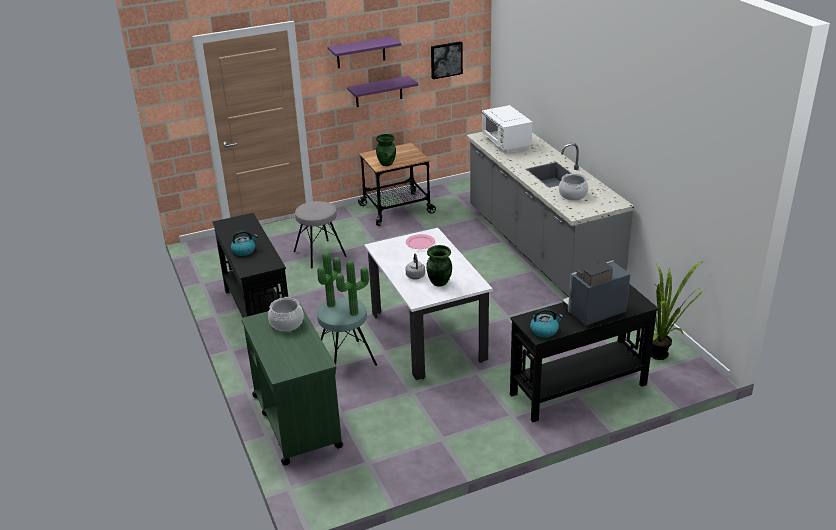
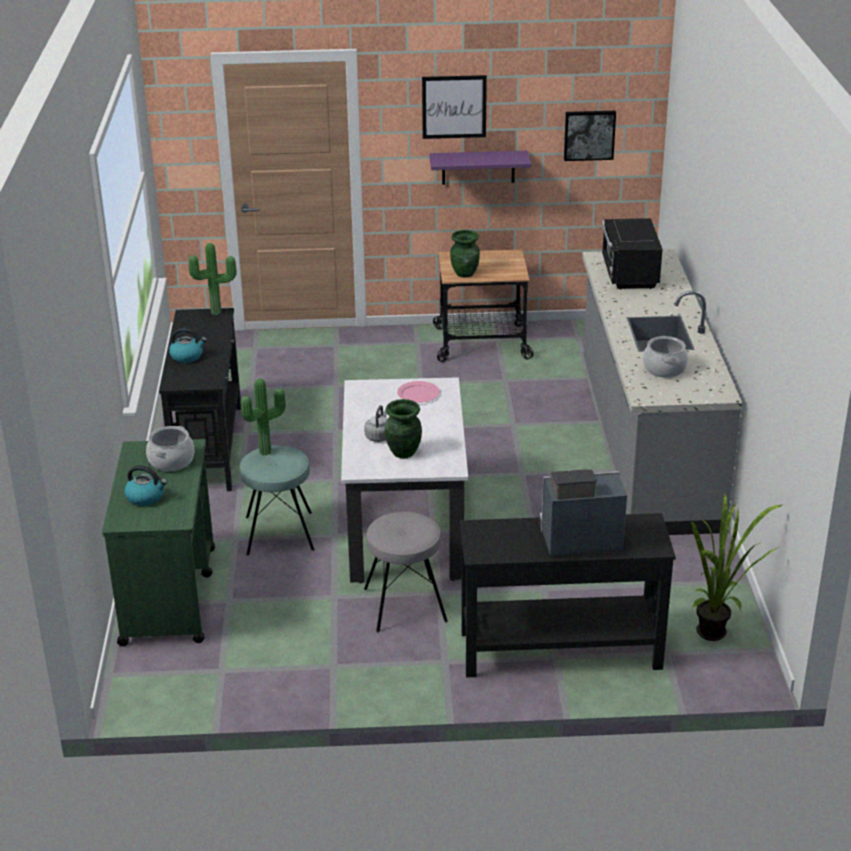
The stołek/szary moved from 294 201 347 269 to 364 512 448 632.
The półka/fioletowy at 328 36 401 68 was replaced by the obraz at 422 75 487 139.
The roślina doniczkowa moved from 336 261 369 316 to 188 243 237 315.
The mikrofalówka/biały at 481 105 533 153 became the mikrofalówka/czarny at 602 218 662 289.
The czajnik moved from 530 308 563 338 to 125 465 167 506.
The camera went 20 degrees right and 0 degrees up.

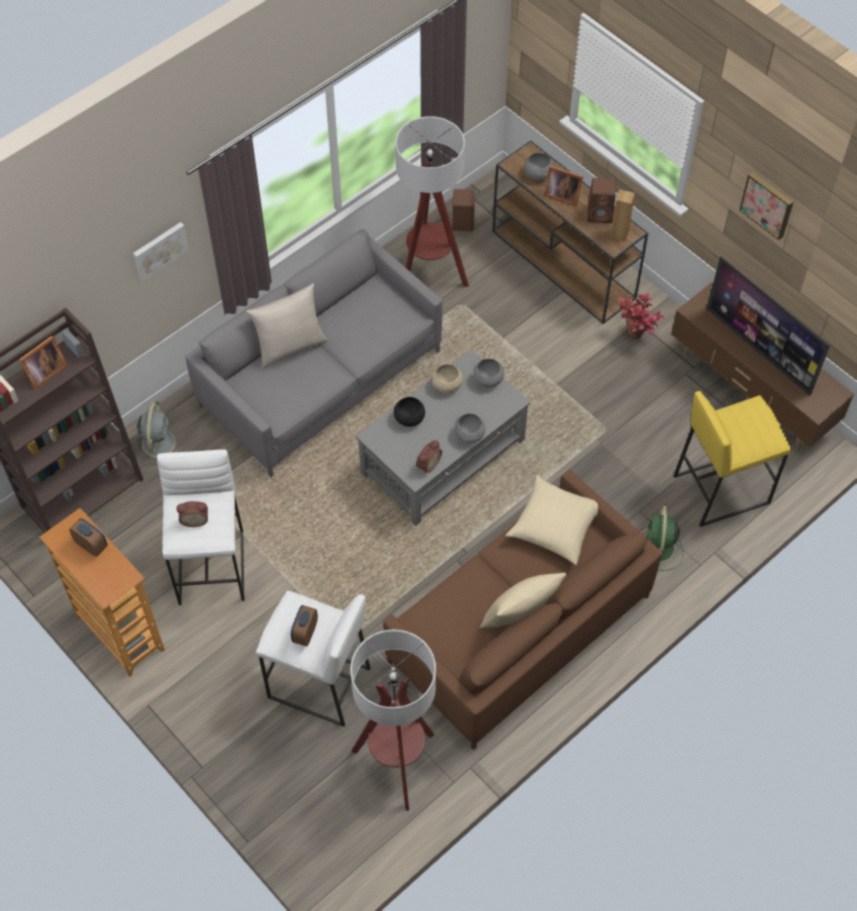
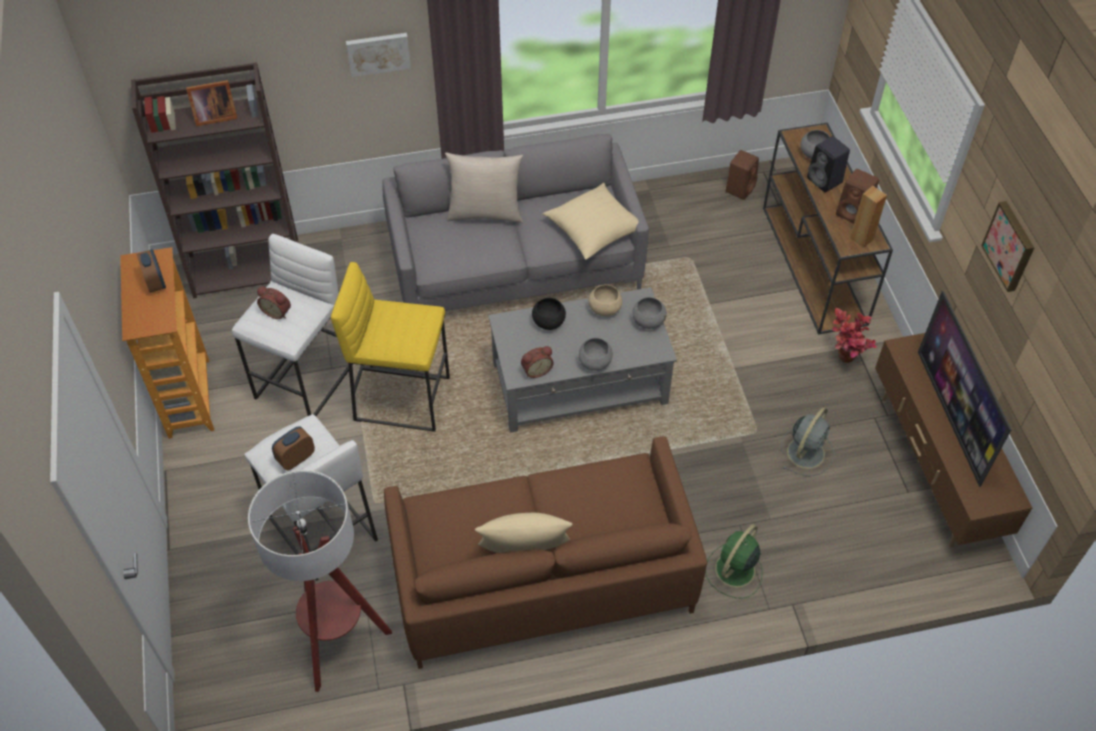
The wentylator/szary moved from 135 401 183 465 to 781 407 834 476.
The lampa stojąca at 395 116 469 287 disappeared.
The poduszka/beżowy moved from 506 475 598 565 to 542 183 638 260.
The ramka na zdjęcie at 544 165 583 206 was replaced by the głośnik/czarny at 807 136 850 192.
The stołek/żółty moved from 674 391 791 527 to 331 262 450 432.
The camera went 30 degrees right and 5 degrees down.

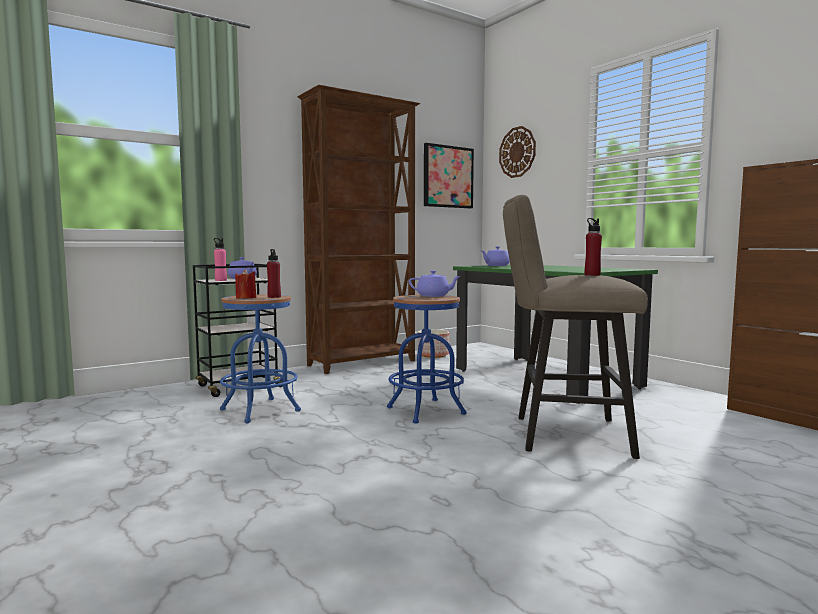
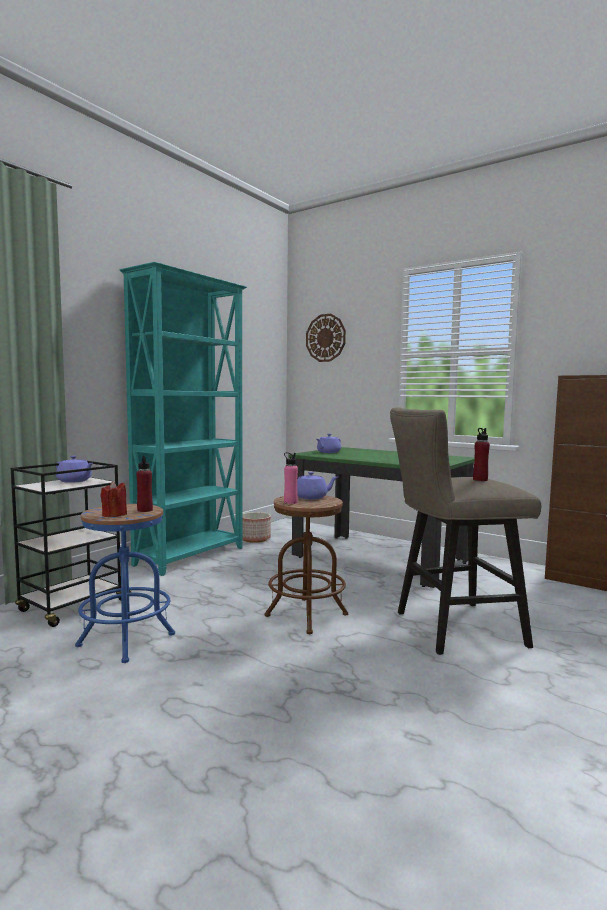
The butelka/różowy moved from 214 238 227 281 to 284 452 298 504.
The regał/brązowy at 297 85 420 374 became the regał/turkusowy at 120 262 247 576.
The stołek/niebieski at 387 295 467 424 became the stołek/brązowy at 264 496 348 634.
The obraz at 424 143 474 208 disappeared.
The camera went 20 degrees left and 0 degrees up.

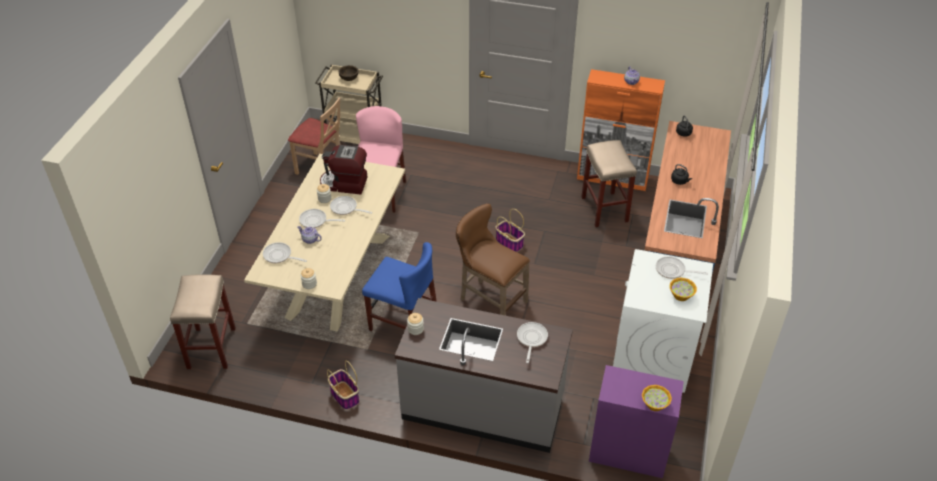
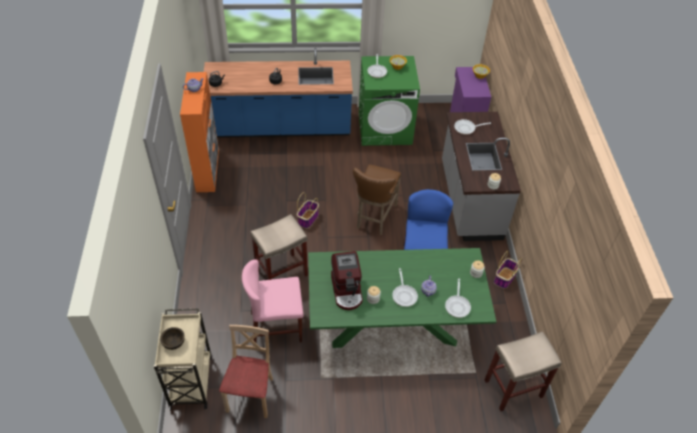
The stół jadalny/beżowy at 244 154 405 331 became the stół jadalny/zielony at 308 248 496 348.
The patelnia at 330 196 372 215 disappeared.
The stołek/beżowy moved from 581 140 637 227 to 250 214 308 280.
The pralka/biały at 613 249 713 393 became the pralka/zielony at 359 56 420 146.
The camera went 110 degrees left and 5 degrees up.

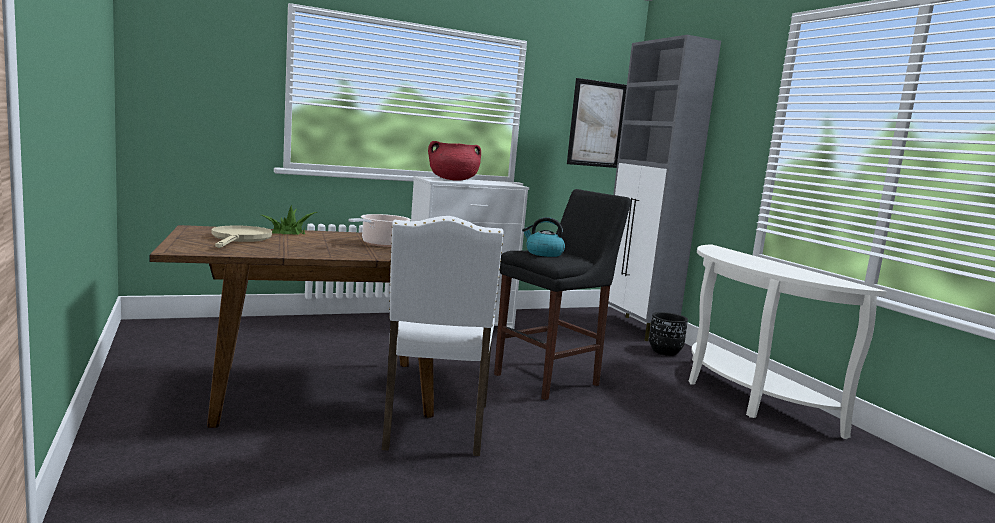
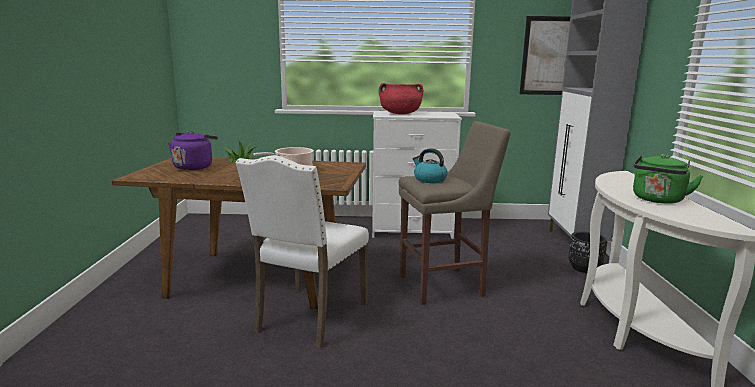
The patelnia/beżowy at 212 226 272 248 was replaced by the czajnik/fioletowy at 168 131 218 170.
The stołek/czarny at 494 189 631 400 became the stołek/beżowy at 399 121 511 305.
The czajnik/zielony at 633 154 703 204 appeared.
The camera went 25 degrees right and 5 degrees up.

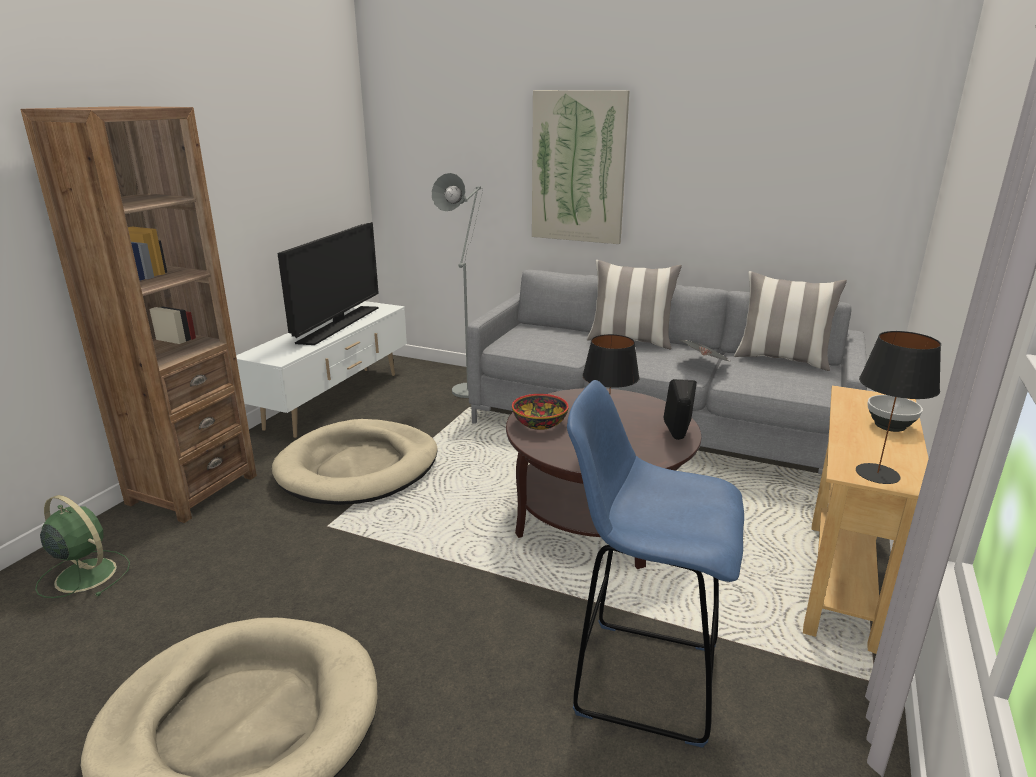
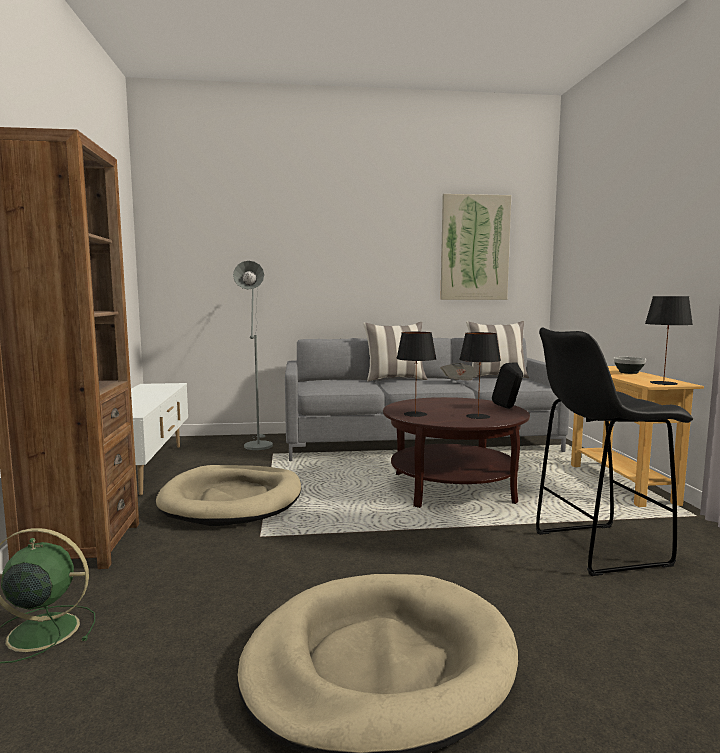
The telewizor at 277 222 379 345 disappeared.
The miska at 512 394 569 430 was replaced by the lampa stołowa/czarny at 396 332 436 417.
The obraz moved from 532 90 630 244 to 440 194 511 300.
The stołek/niebieski at 567 380 744 748 became the stołek/czarny at 535 328 693 576.
The camera went 30 degrees left and 15 degrees down.

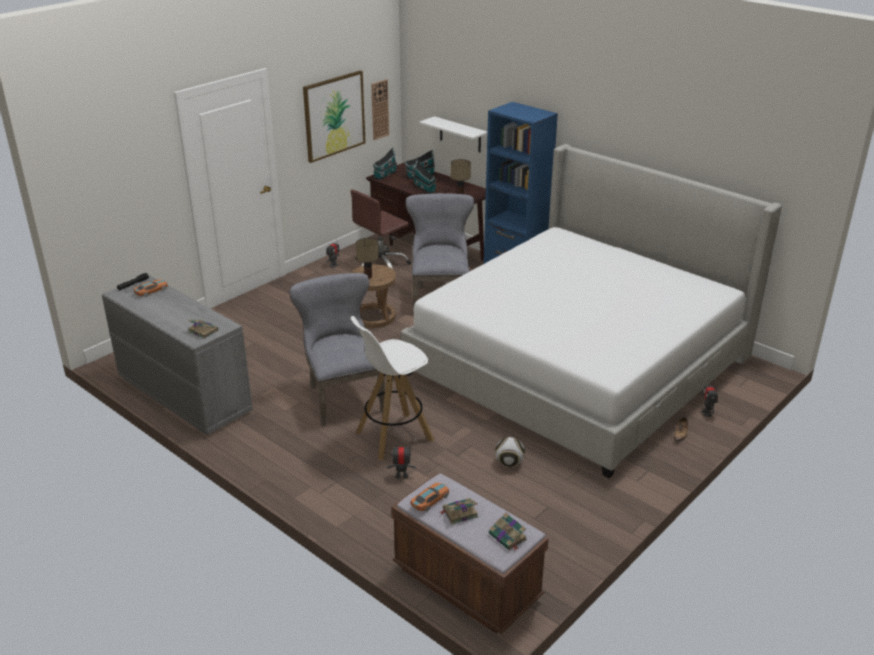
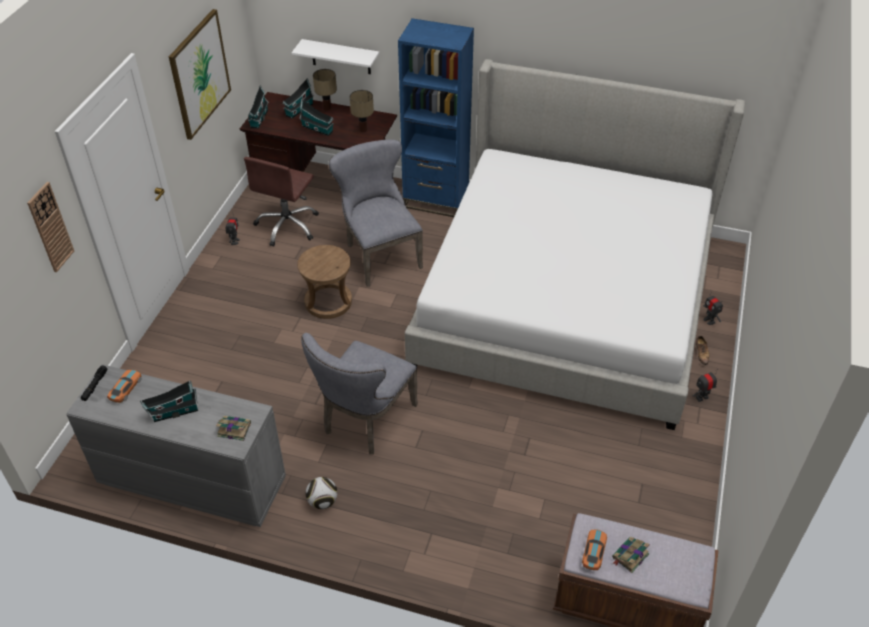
The krzesło/szary at 289 273 385 426 turned 105 degrees counterclockwise.
The stołek/biały at 351 316 434 460 disappeared.
The lampa stołowa moved from 356 238 379 278 to 313 69 337 111.
The zegar ścienny moved from 371 79 389 140 to 27 182 74 272.
The robot zabawkowy moved from 387 443 416 478 to 693 372 717 402.
The książka at 489 513 527 550 disappeared.
The piłka futbolowa moved from 495 437 525 467 to 305 477 338 509.
The domek at 140 380 198 422 appeared.
The camera went 25 degrees left and 15 degrees up.

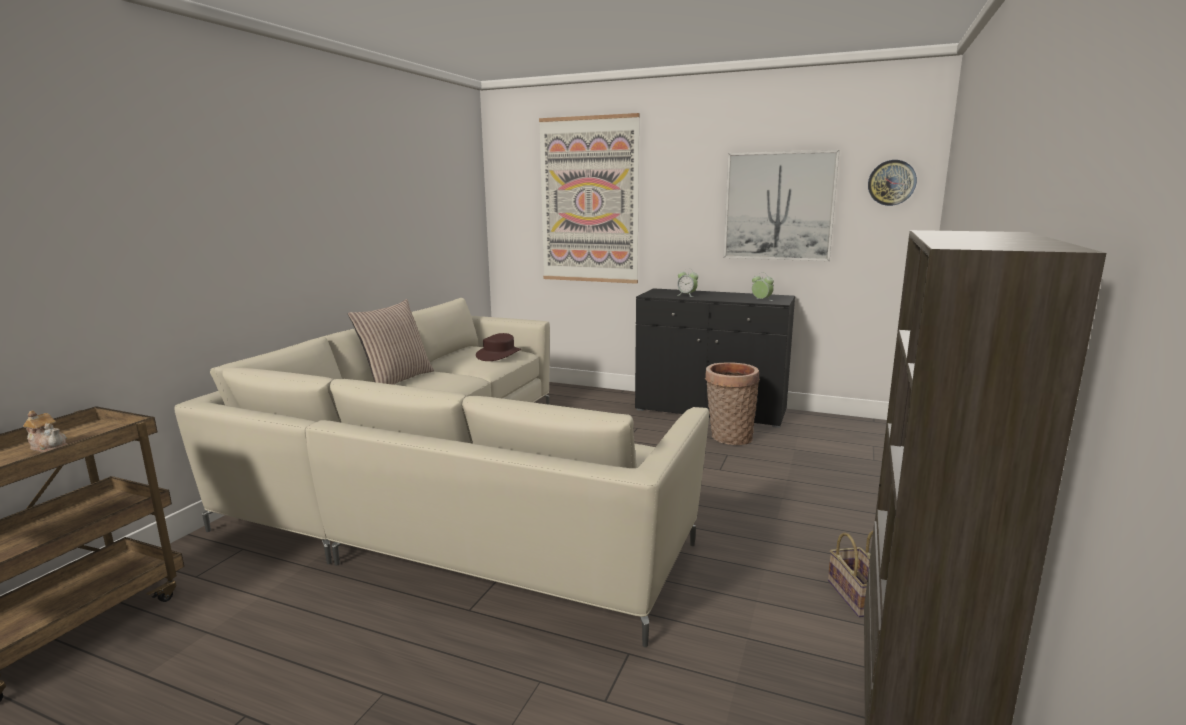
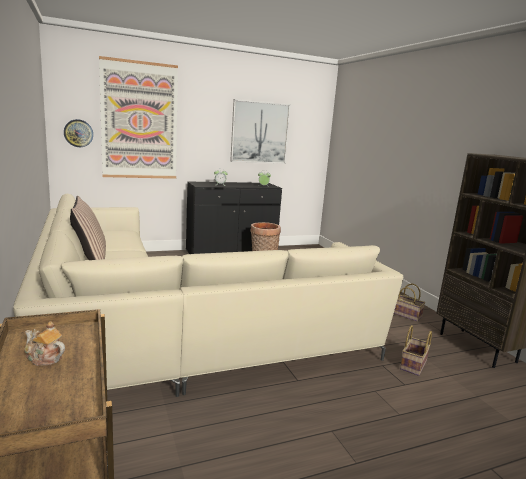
The imbryk at 23 410 67 452 turned 135 degrees counterclockwise.
The kapelusz/brązowy at 476 333 521 361 disappeared.
The zegar ścienny moved from 868 160 917 206 to 64 119 93 147.
The koszyk at 400 325 432 376 appeared.
The camera went 45 degrees left and 0 degrees up.

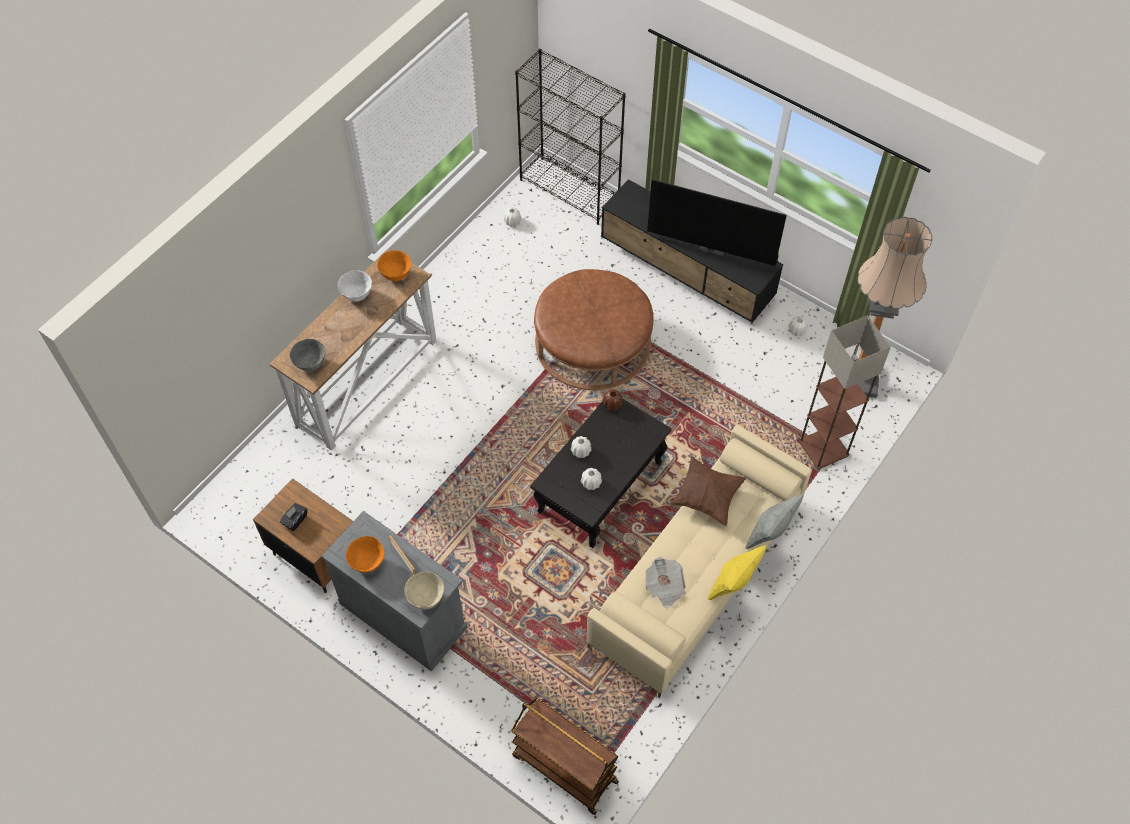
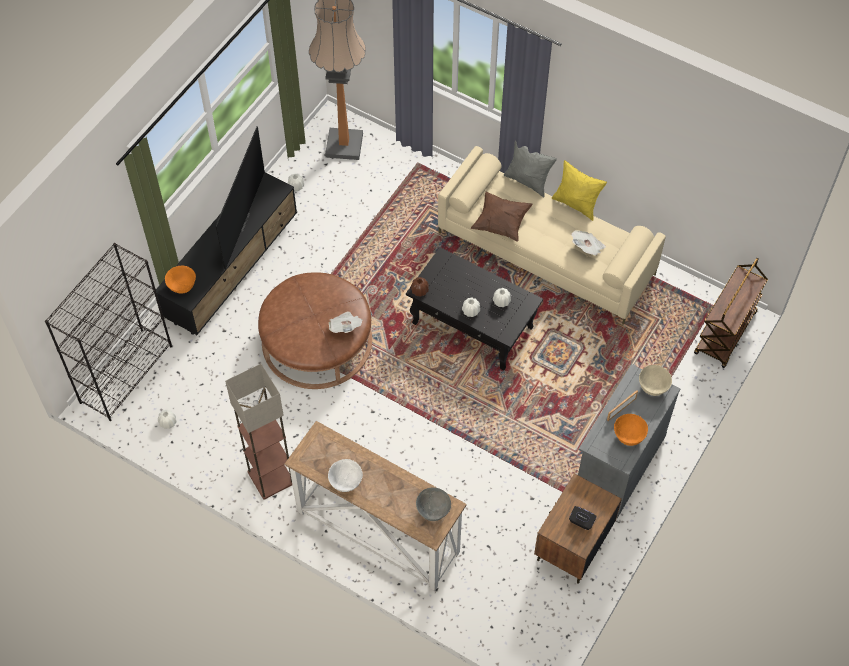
The miska/pomarańczowy moved from 377 250 411 281 to 165 266 196 294.
The lampa stojąca moved from 799 315 891 469 to 225 364 292 500.
The gazeta at 329 311 362 333 appeared.
The camera went 95 degrees left and 0 degrees up.

